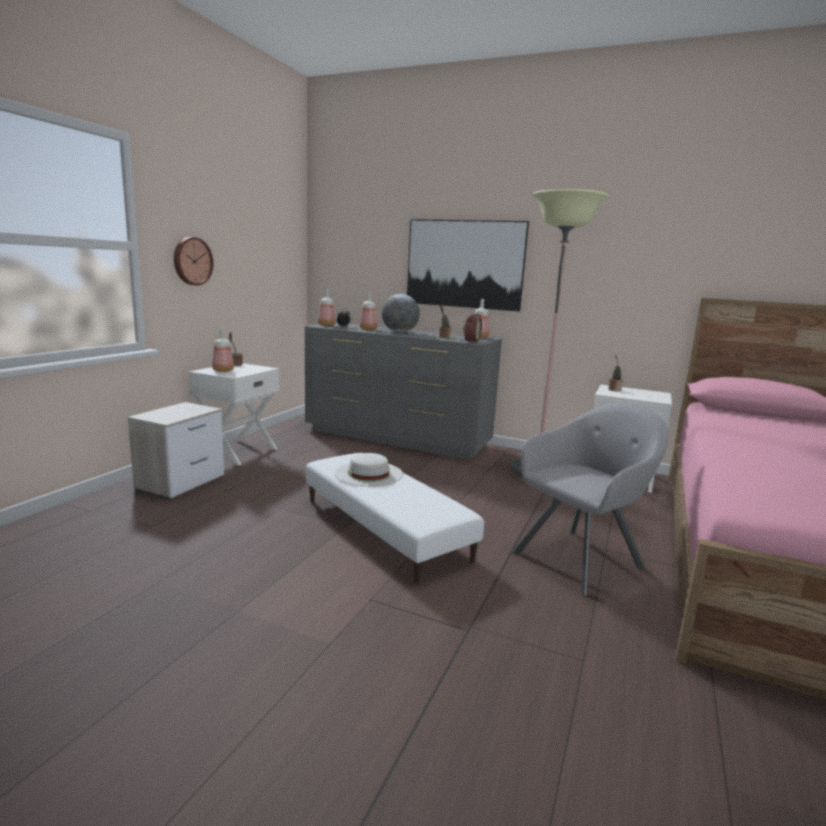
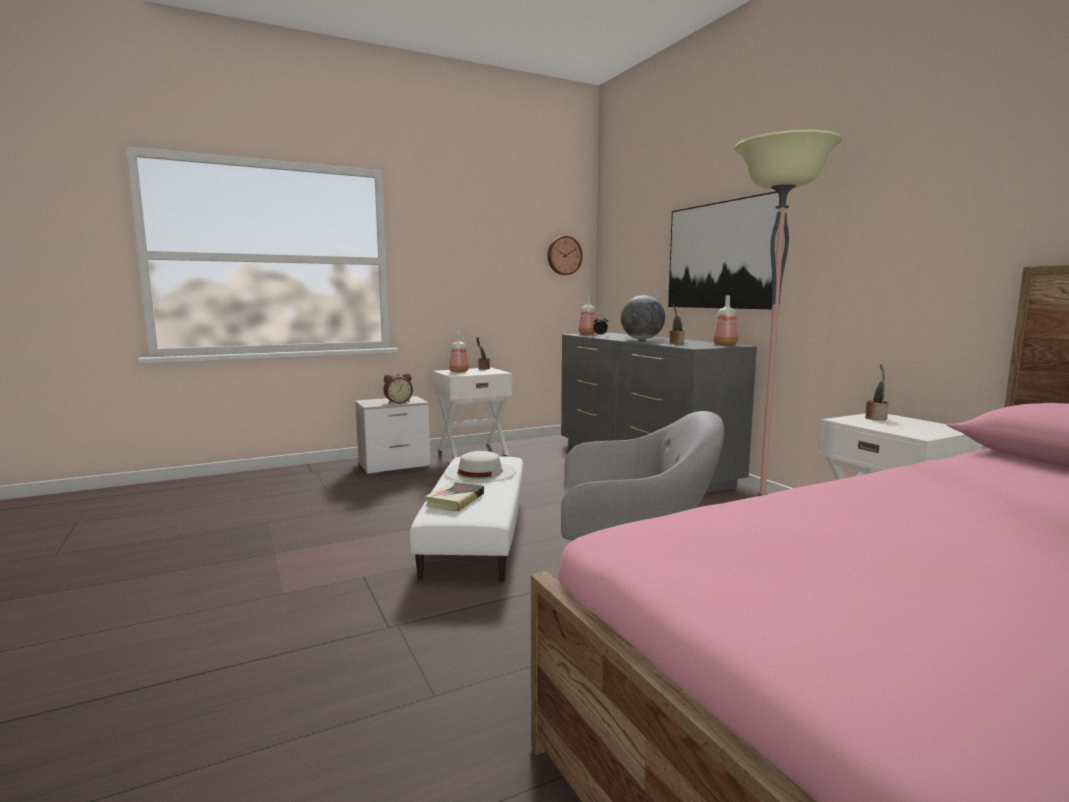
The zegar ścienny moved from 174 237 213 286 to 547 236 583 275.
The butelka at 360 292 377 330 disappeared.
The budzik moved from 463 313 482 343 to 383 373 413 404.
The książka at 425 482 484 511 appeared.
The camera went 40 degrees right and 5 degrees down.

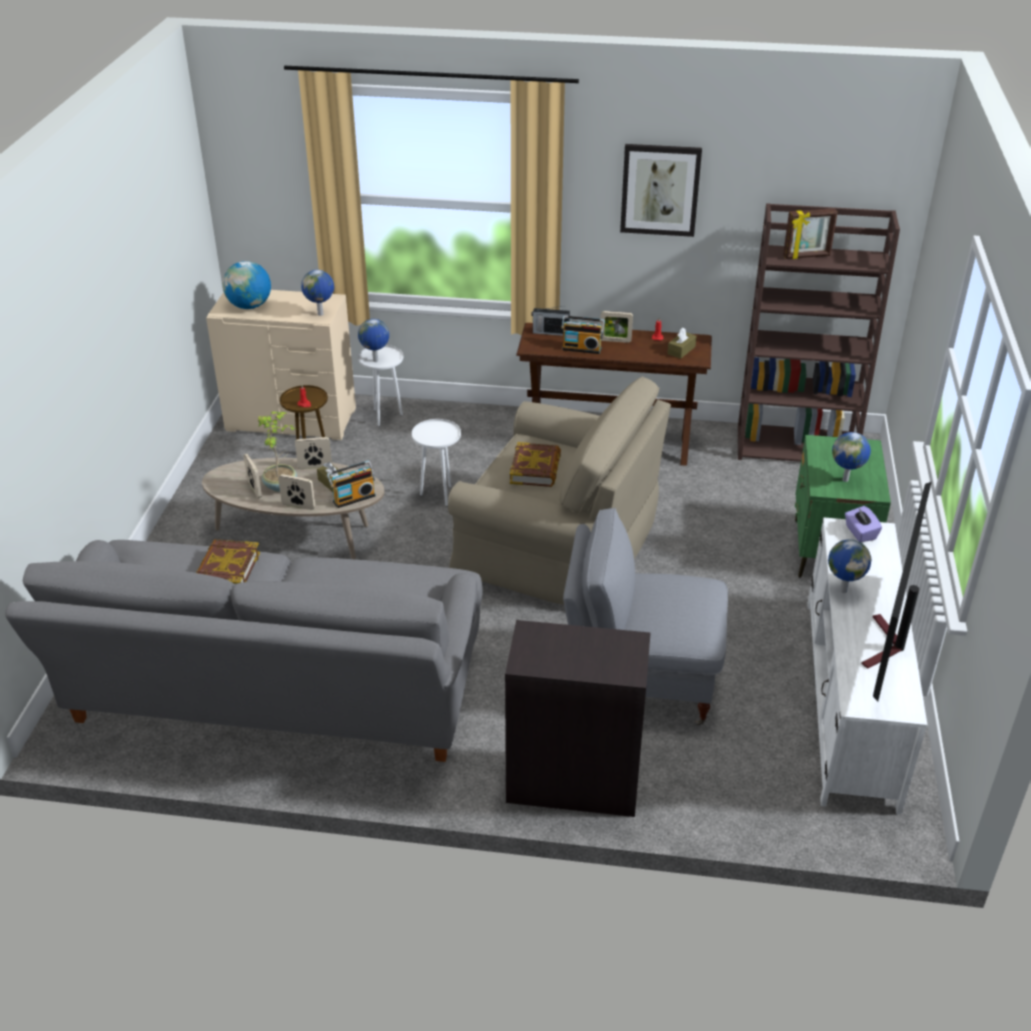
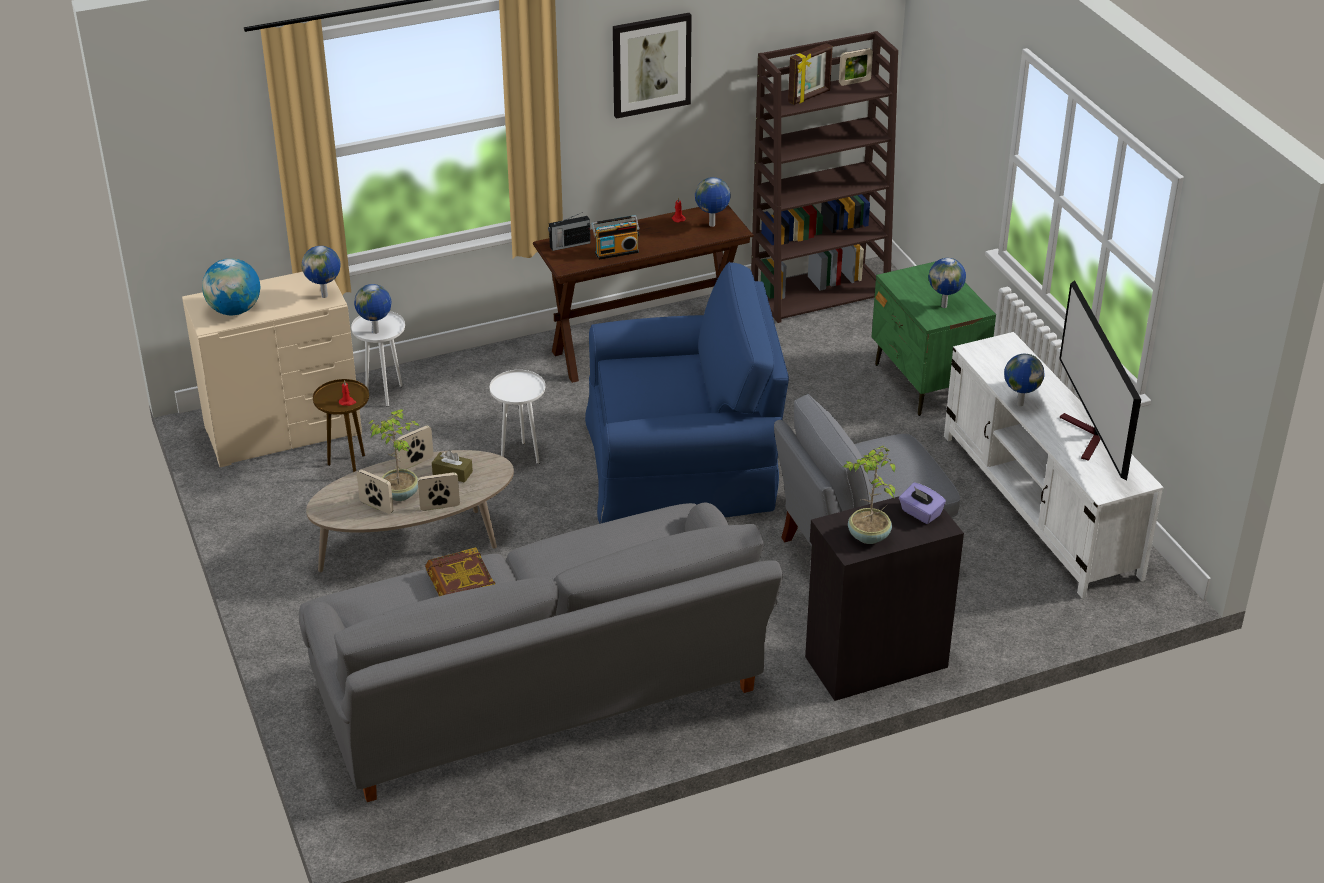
The radio at 327 461 376 508 disappeared.
The fotel/beżowy at 448 376 671 605 became the fotel/niebieski at 585 262 789 524.
The książka at 510 442 561 487 disappeared.
The ramka na zdjęcie moved from 600 311 633 343 to 839 48 873 86.
The pudełko chusteczek/brązowy at 667 328 697 359 was replaced by the globus at 695 177 731 227.
The pudełko chusteczek/fioletowy moved from 845 506 882 542 to 899 483 946 524.
The roślina doniczkowa at 843 446 896 544 appeared.
The camera went 30 degrees left and 0 degrees up.

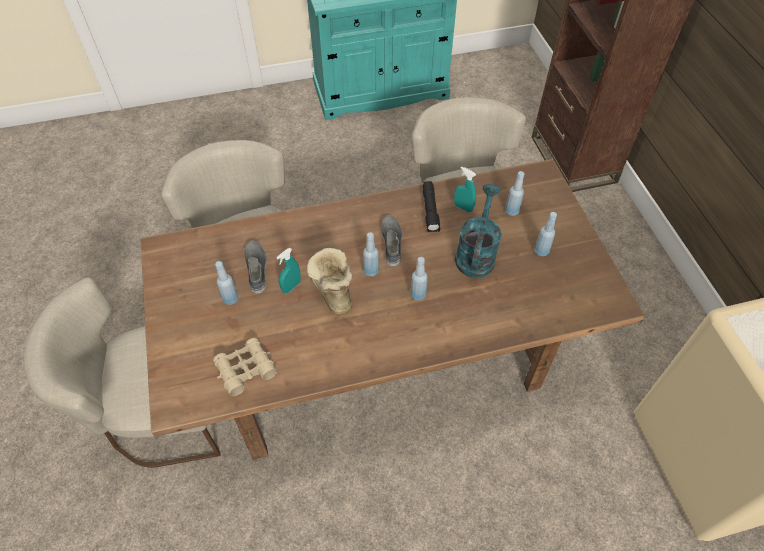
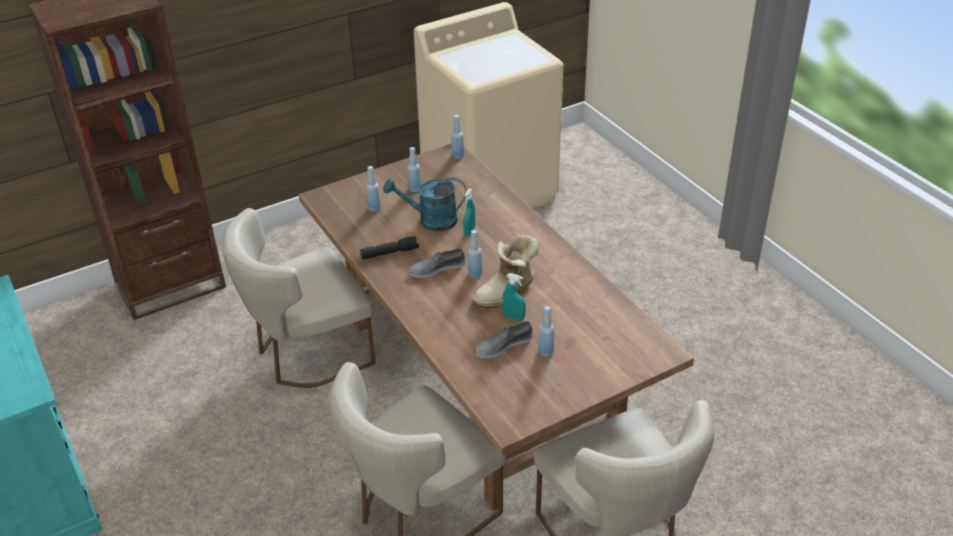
The lornetka/beżowy at 213 338 277 396 disappeared.
The butelka/niebieski moved from 410 257 428 301 to 451 115 464 159.
The spryskiwacz/turkusowy moved from 454 166 476 212 to 463 188 475 236.
The camera went 105 degrees left and 15 degrees down.

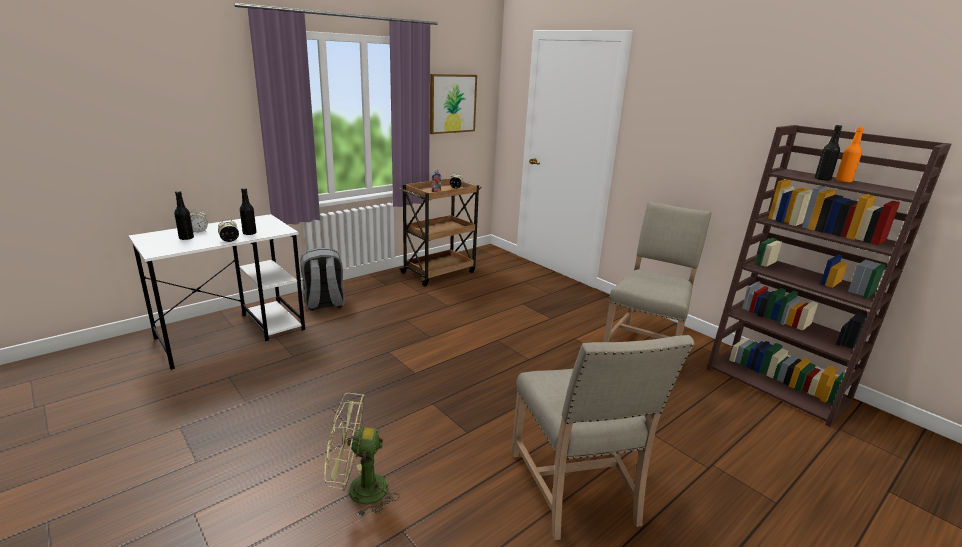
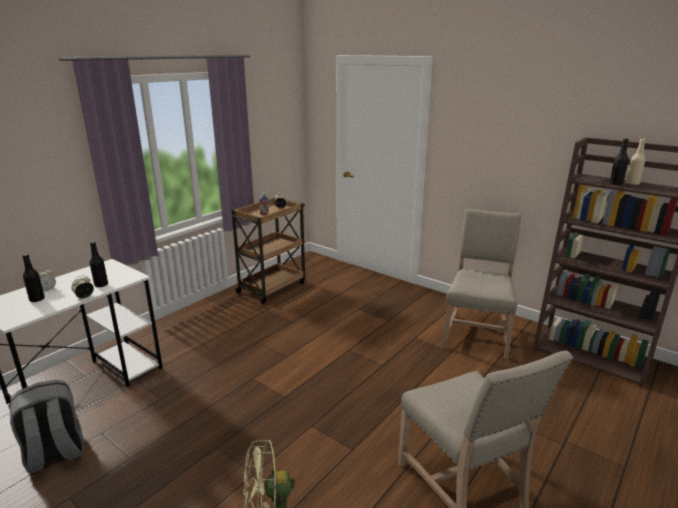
The plecak/szary moved from 301 248 345 311 to 9 380 84 474.
The obraz at 430 74 477 134 disappeared.
The butelka/pomarańczowy at 836 126 864 183 became the butelka/beżowy at 626 139 646 185.
The camera went 10 degrees left and 0 degrees up.

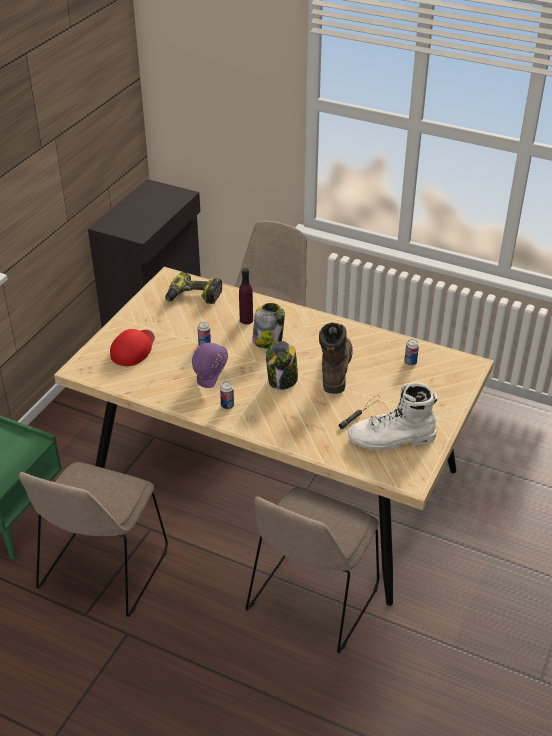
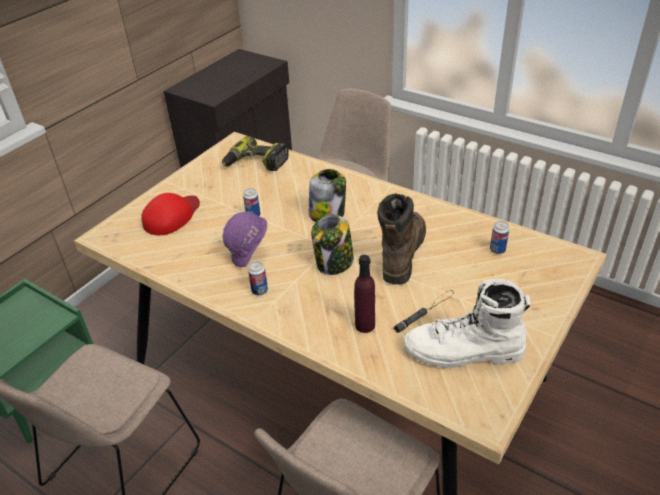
The butelka/fioletowy moved from 239 268 253 324 to 354 255 375 333.
The camera went 10 degrees right and 0 degrees up.

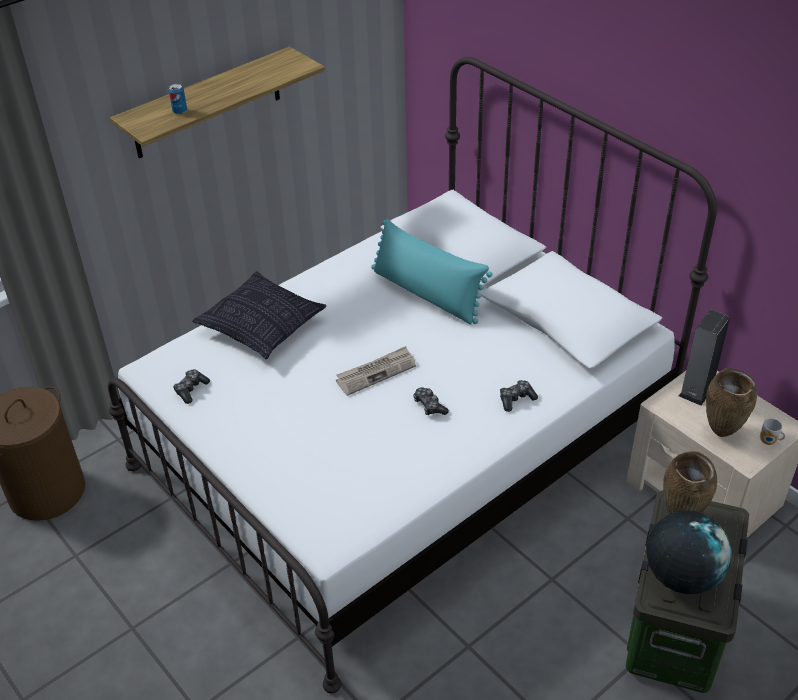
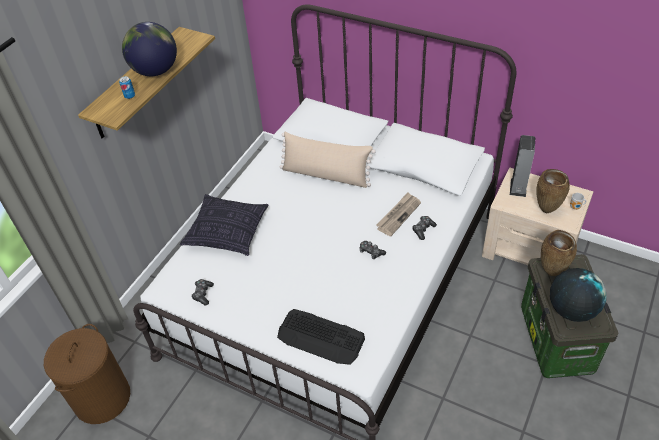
The gazeta moved from 336 346 416 396 to 376 192 421 236.
The poduszka/turkusowy at 371 218 493 324 became the poduszka/beżowy at 279 132 376 188.
The globus at 122 22 177 76 appeared.
The klawiatura at 277 309 365 365 appeared.
The camera went 20 degrees left and 5 degrees up.

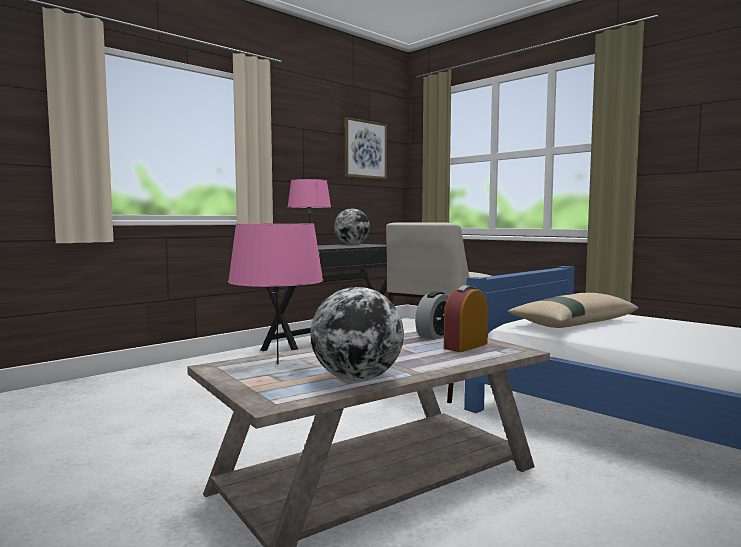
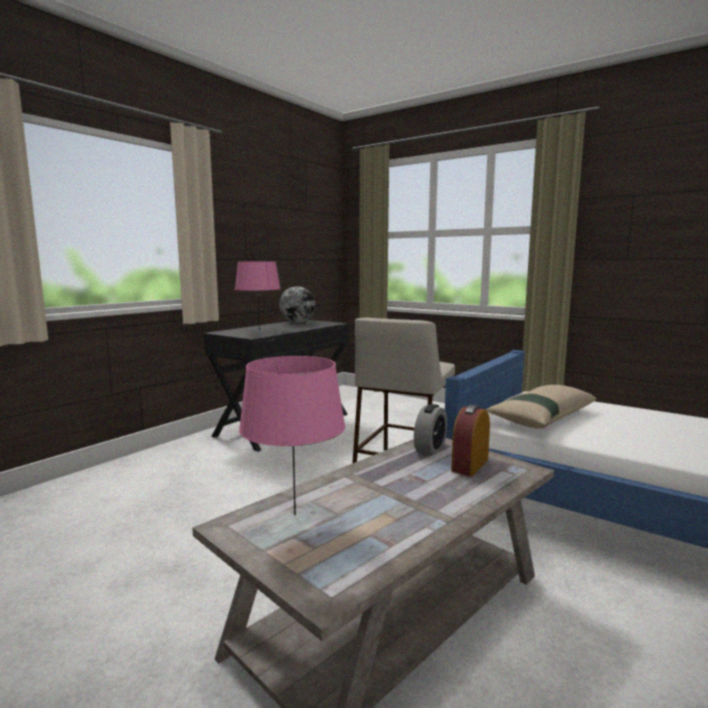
The globus at 311 287 404 381 disappeared.
The obraz at 345 117 387 179 disappeared.
The camera went 10 degrees left and 5 degrees up.

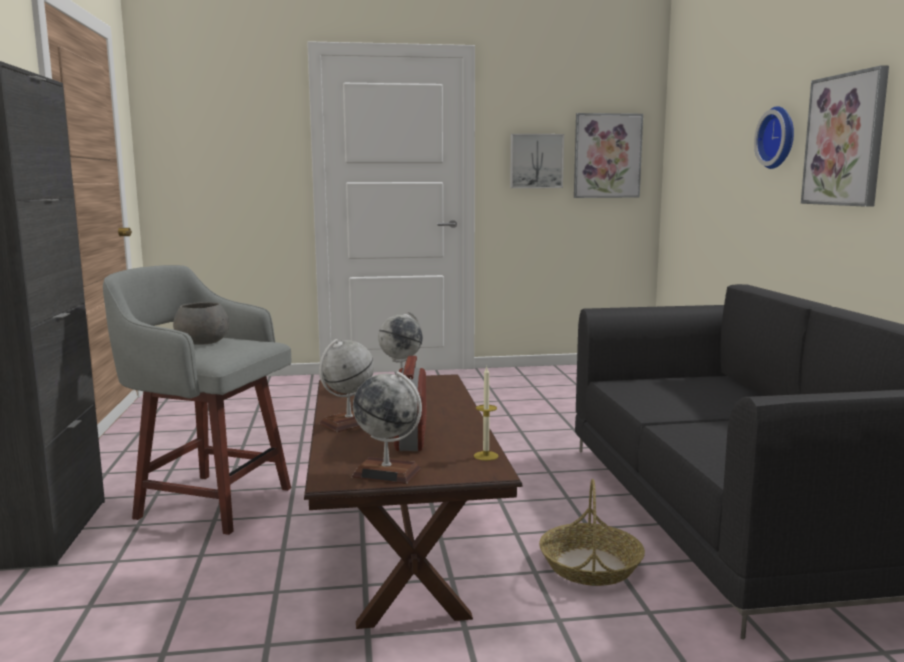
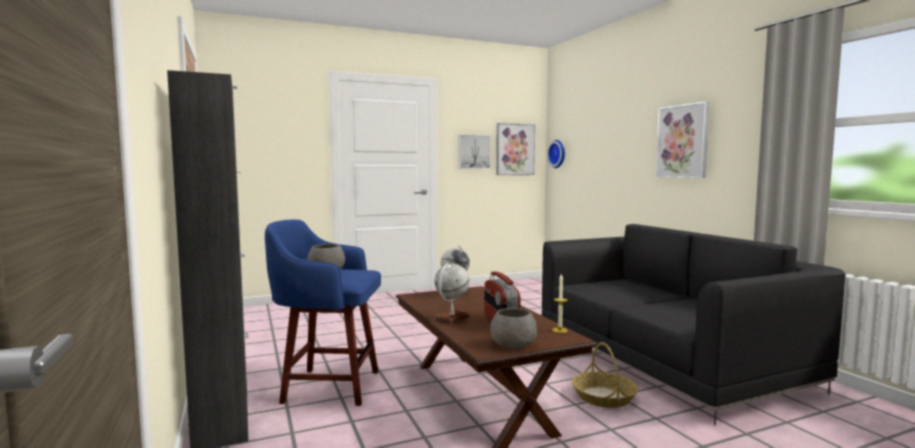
The stołek/szary at 103 265 291 535 became the stołek/niebieski at 265 220 381 406.
The globus at 352 371 422 484 was replaced by the miska/szary at 490 308 537 349.
The zegar ścienny moved from 754 106 794 169 to 547 140 565 168.
The camera went 15 degrees left and 5 degrees down.

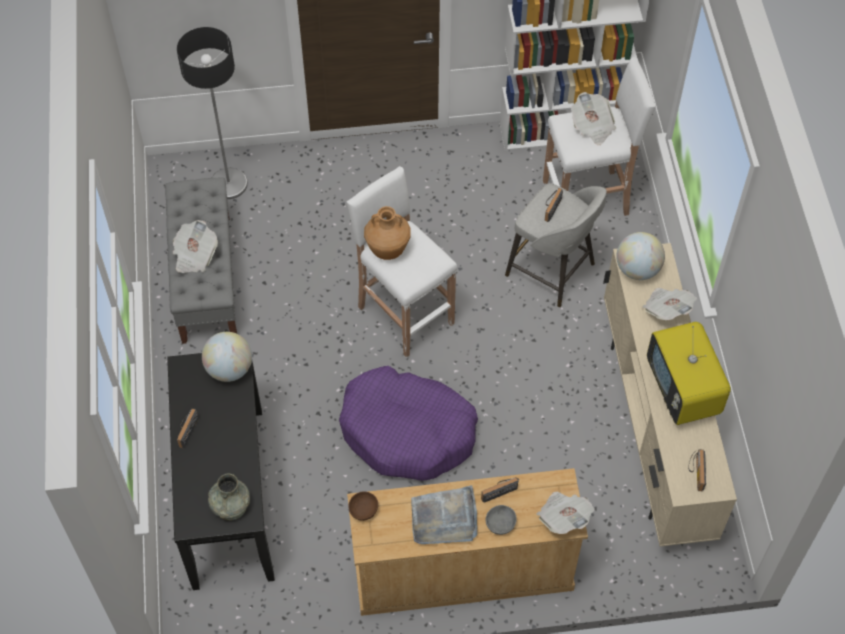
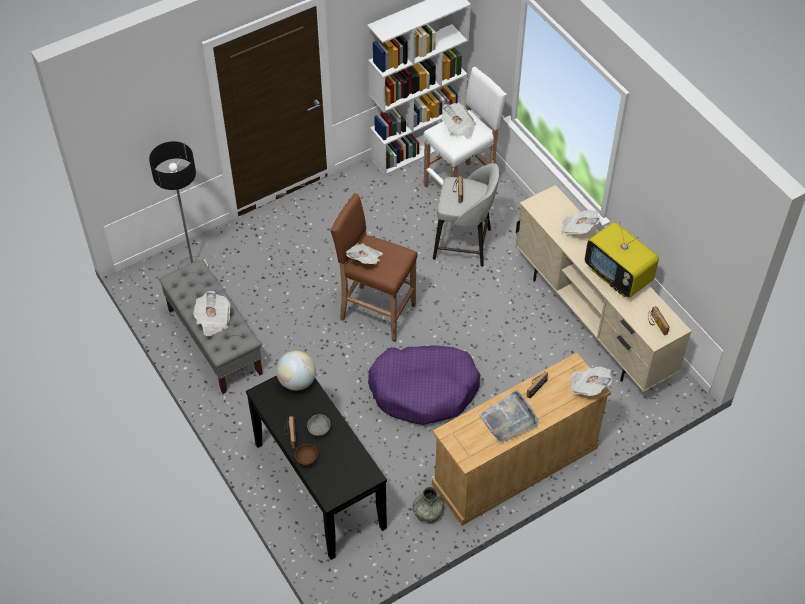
The wazon/szary moved from 208 474 250 521 to 412 487 443 524.
The stołek/biały at 346 166 457 359 became the stołek/brązowy at 330 193 418 341.
The miska/brązowy moved from 348 491 378 521 to 295 444 318 466.
The wazon/brązowy at 364 206 411 260 was replaced by the gazeta at 346 243 383 264.
The miska/szary moved from 486 505 517 535 to 307 414 330 437.
The globus at 616 232 665 280 disappeared.
The camera went 25 degrees left and 5 degrees down.

